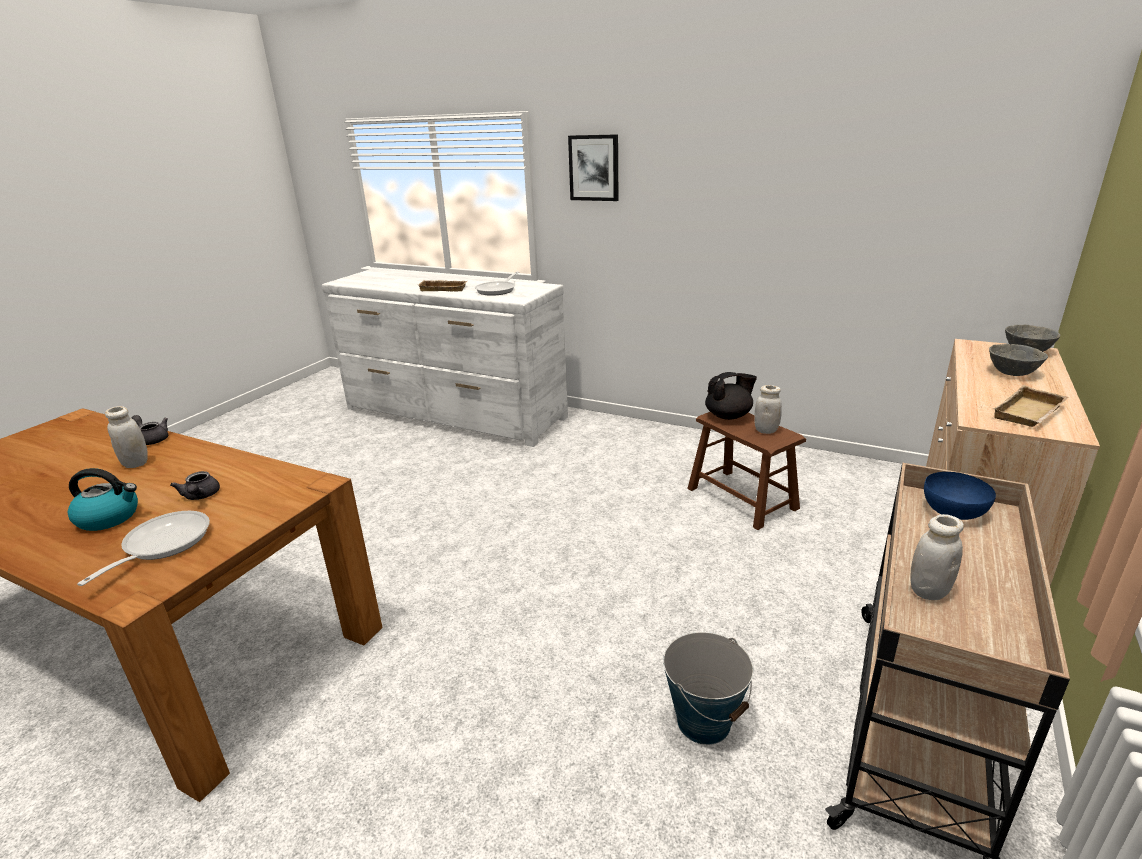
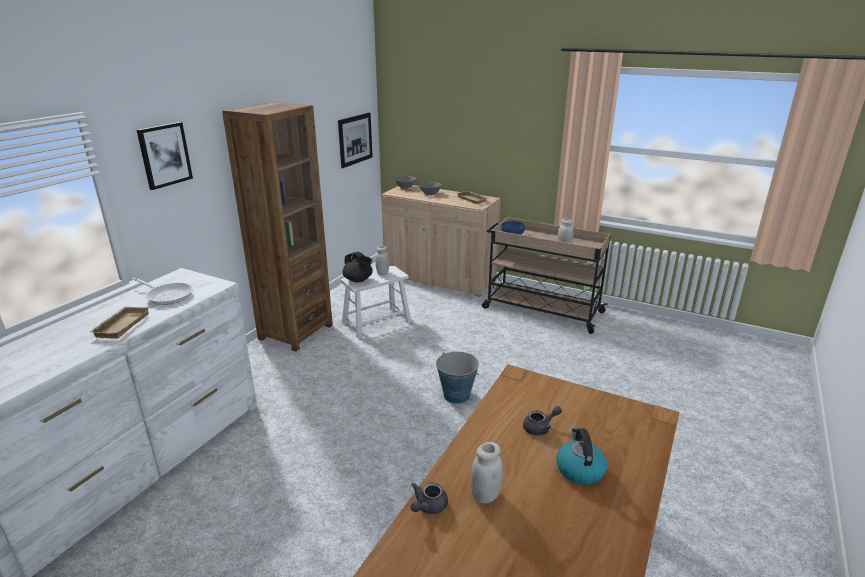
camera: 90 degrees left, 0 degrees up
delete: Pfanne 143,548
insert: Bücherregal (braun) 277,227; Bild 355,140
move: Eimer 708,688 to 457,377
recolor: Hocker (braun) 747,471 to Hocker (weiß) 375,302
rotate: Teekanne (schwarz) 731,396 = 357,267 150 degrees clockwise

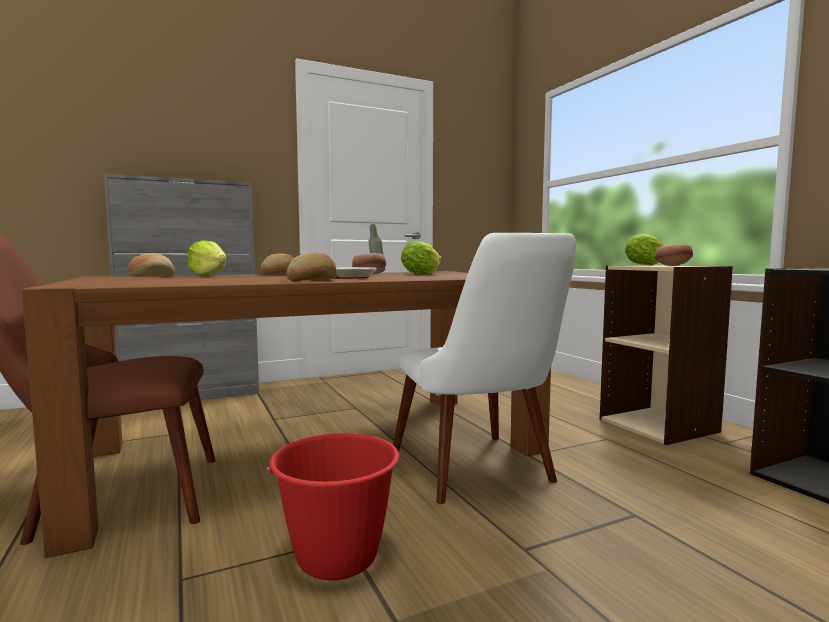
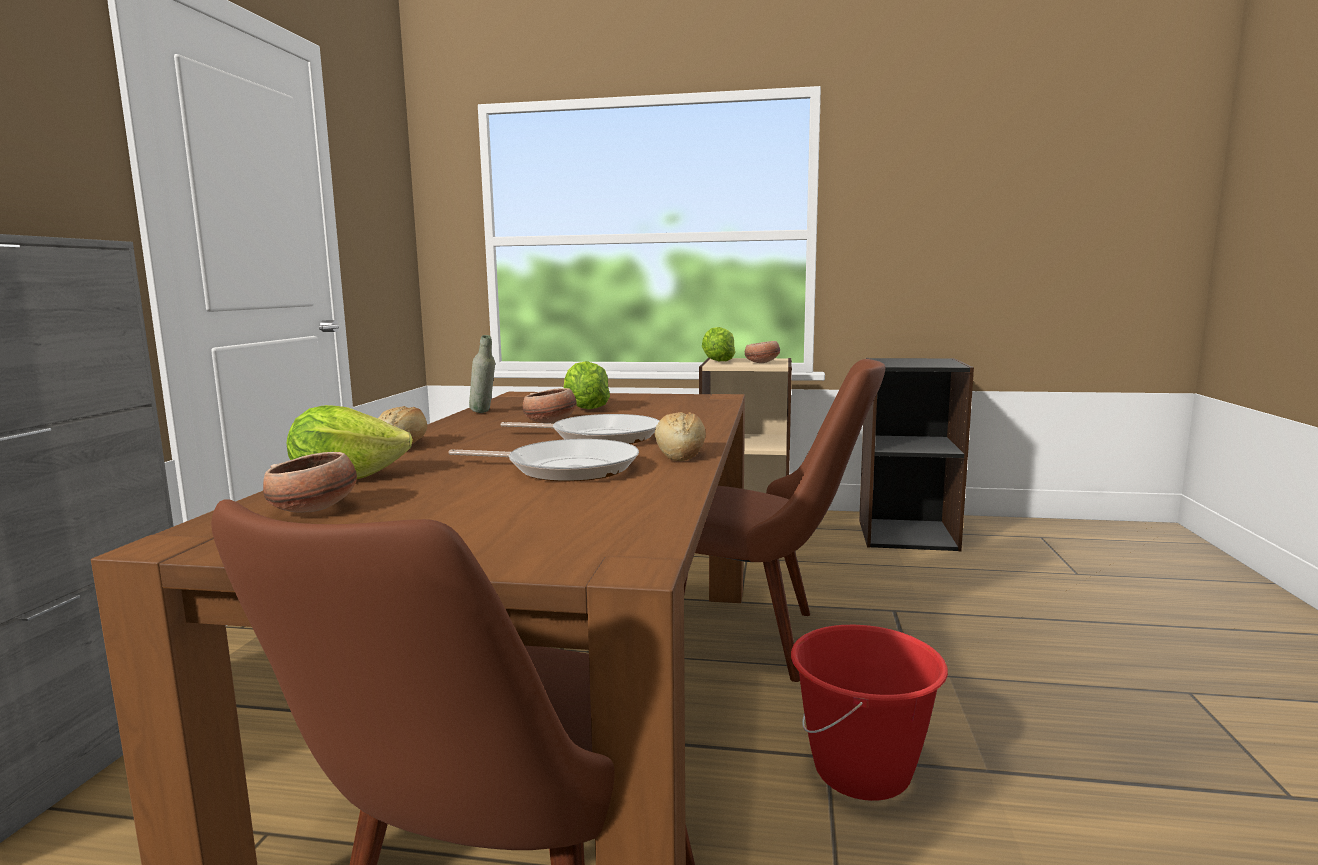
camera: 55 degrees left, 5 degrees up
insert: Pfanne 543,460
replace: Brot 151,265 to Schüssel 310,482
recolor: Stuhl (weiß) 484,368 to Stuhl (braun) 784,520

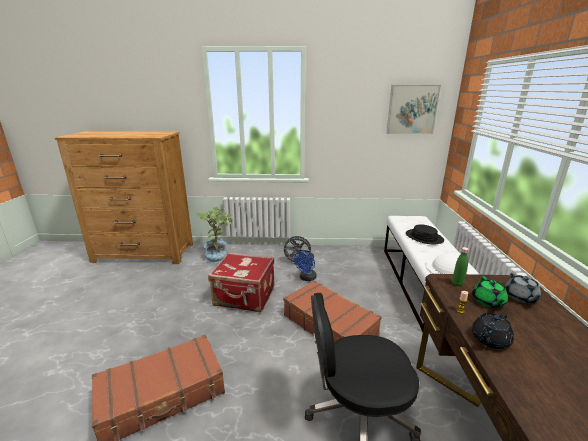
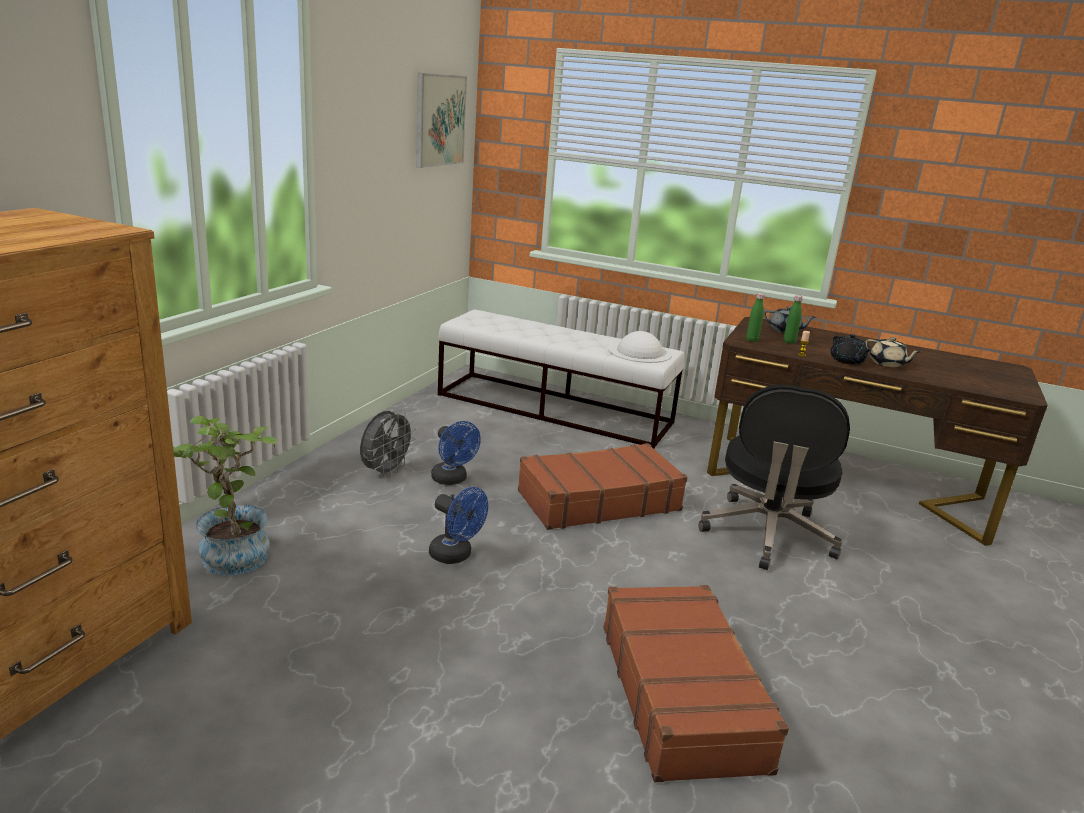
camera: 70 degrees left, 0 degrees up
delete: Hut (schwarz) 425,234
insert: Teekanne (beige) 893,352
replace: Koffer (rot) 241,282 to Ventilator (blau) 458,525; Teekanne (grün) 490,292 to Flasche (grün) 793,319

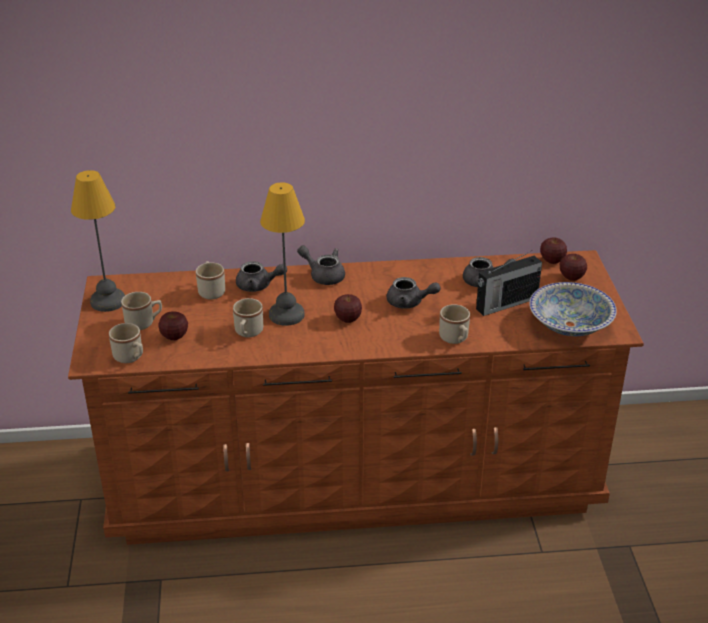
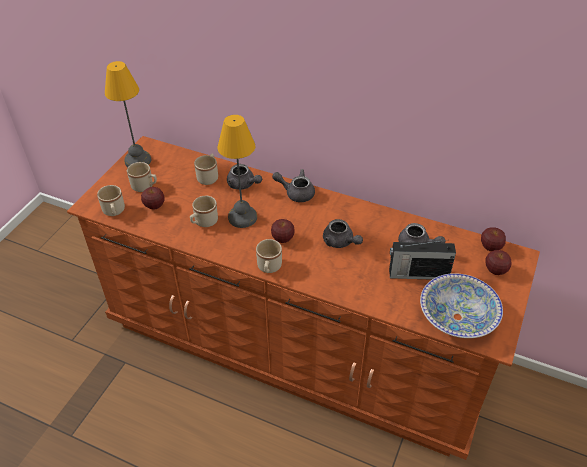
camera: 30 degrees right, 10 degrees up
move: Henkelbecher (beige) 454,324 to 269,256
rotate: Teekanne (grau) 321,265 = 293,185 45 degrees counterclockwise

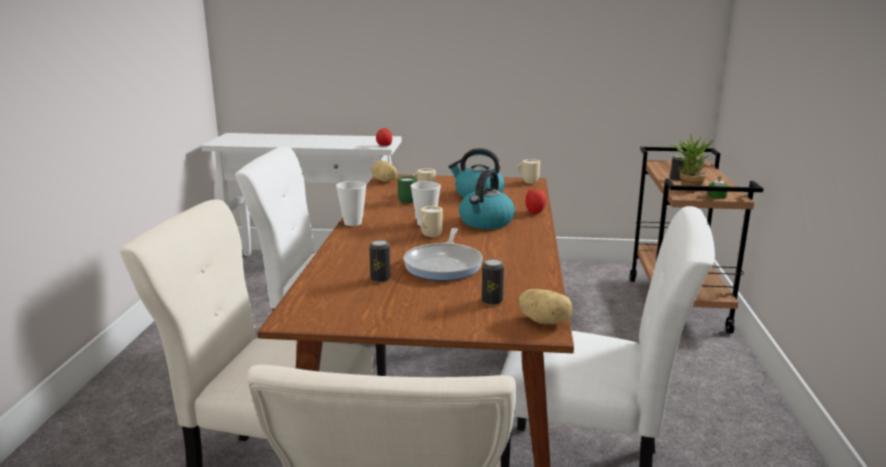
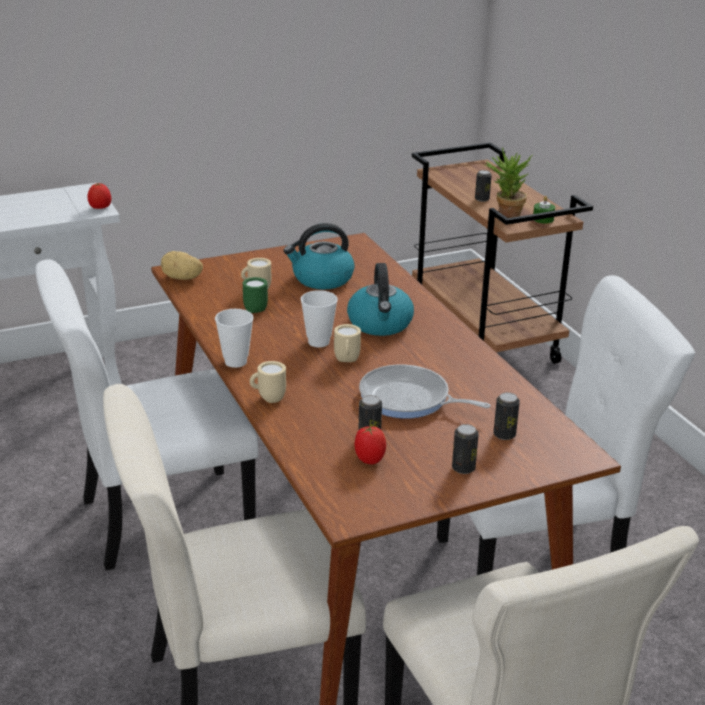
camera: 30 degrees left, 10 degrees up
delete: Kartoffel 546,306
insert: Dose 465,449
move: Henkelbecher (beige) 528,171 to 268,382; Tomate 536,201 to 370,445
rotate: Pfanne 443,254 = 424,392 135 degrees clockwise

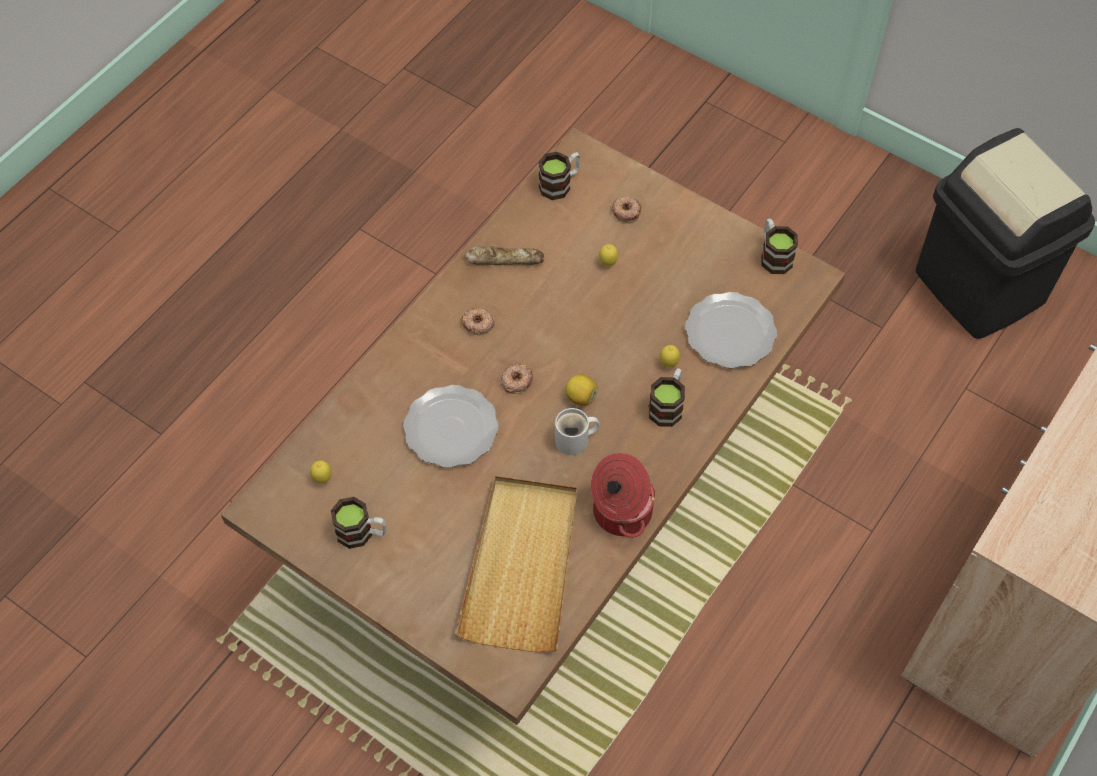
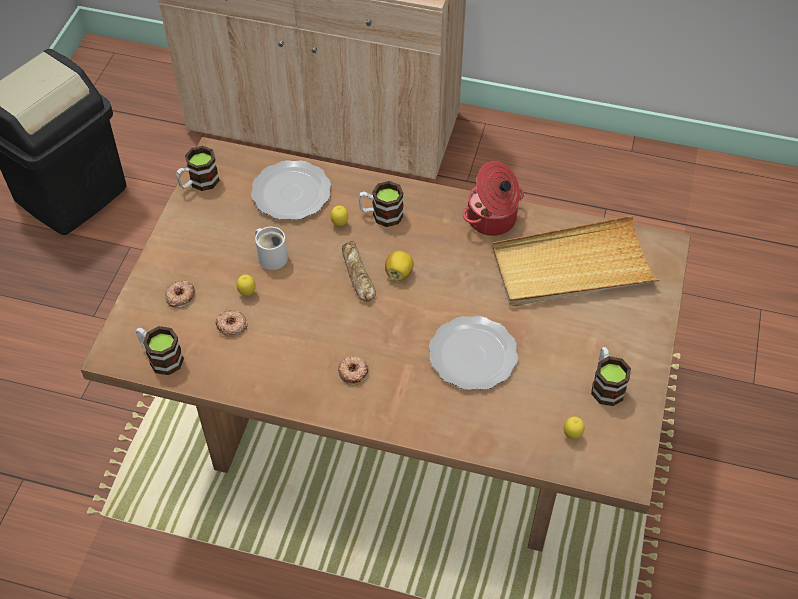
camera: 110 degrees left, 5 degrees down
move: Donut 517,379 to 231,323; Henkelbecher (weiß) 577,431 to 271,248; Brot 504,255 to 359,271

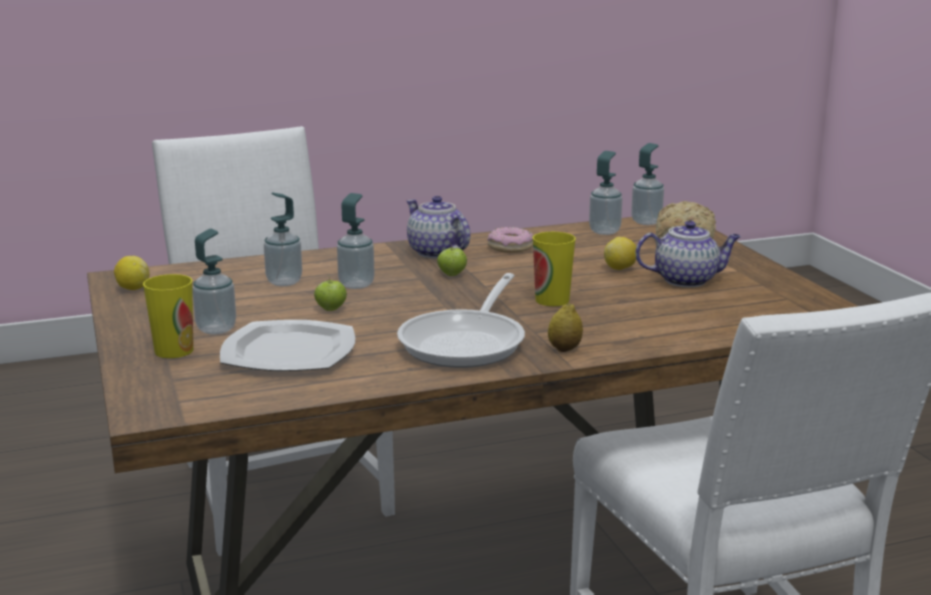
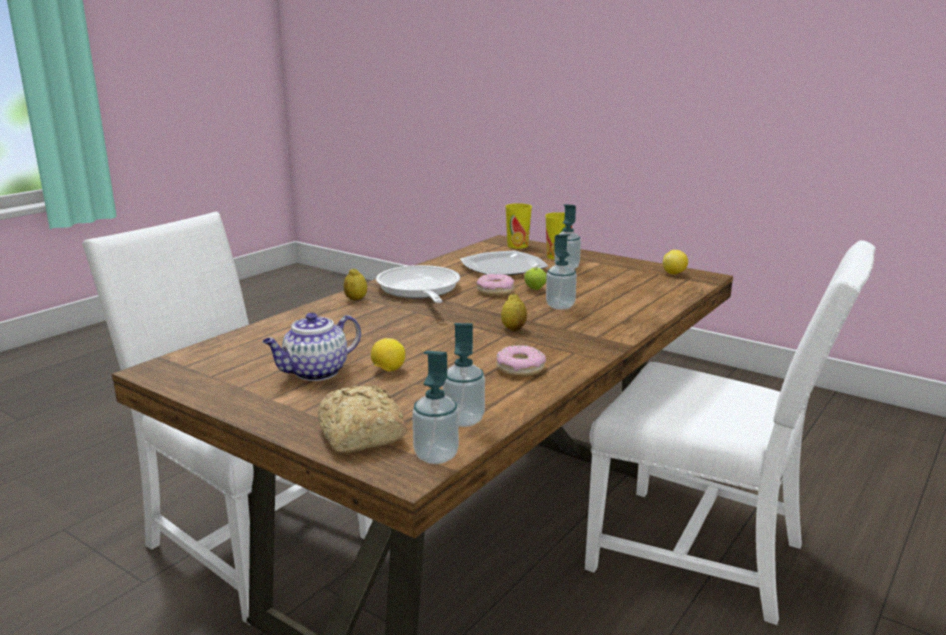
camera: 145 degrees right, 0 degrees up
delete: Seifenspender 283,239; Teekanne 438,227
insert: Donut 495,285
move: Tasse 554,269 to 518,226
replace: Apfel 452,259 to Zitrone 514,312

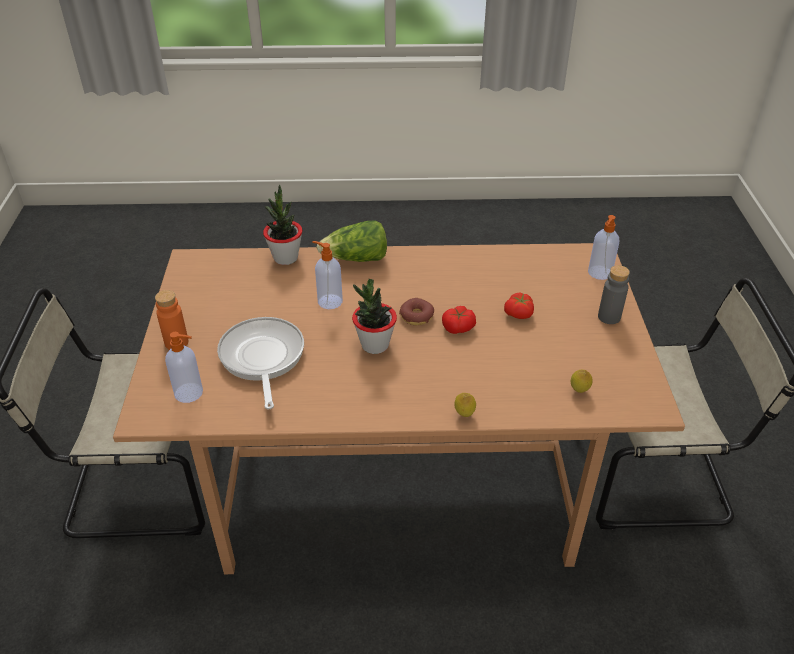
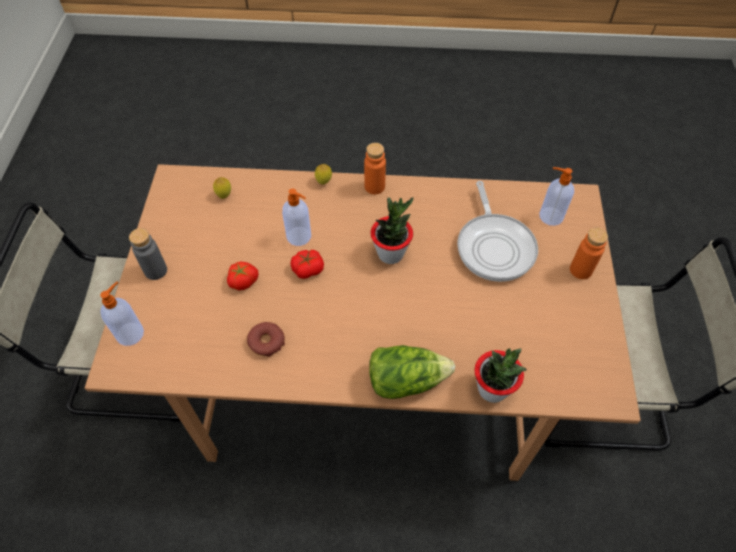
camera: 175 degrees left, 15 degrees up
insert: Flasche (orange) 375,168
move: Donut 416,311 to 266,339; Seifenspender 327,275 to 296,217

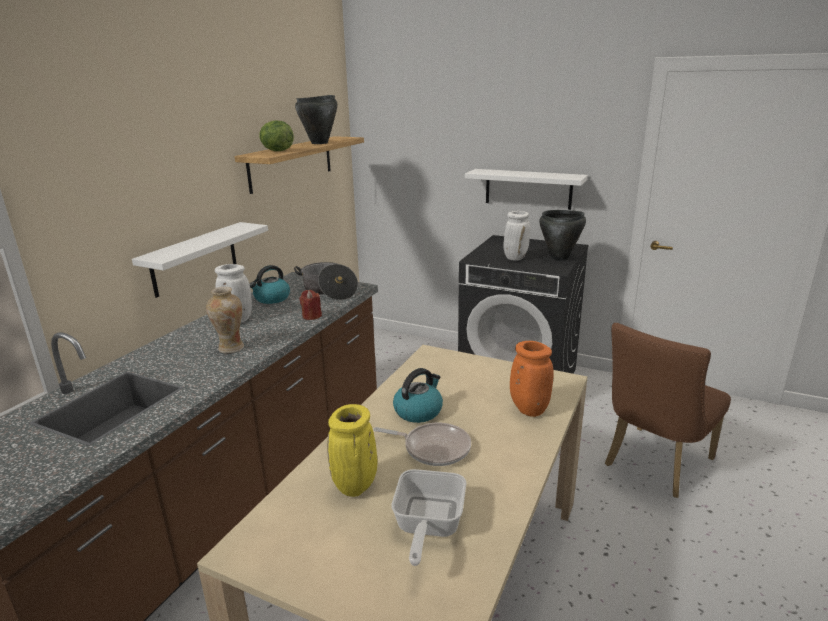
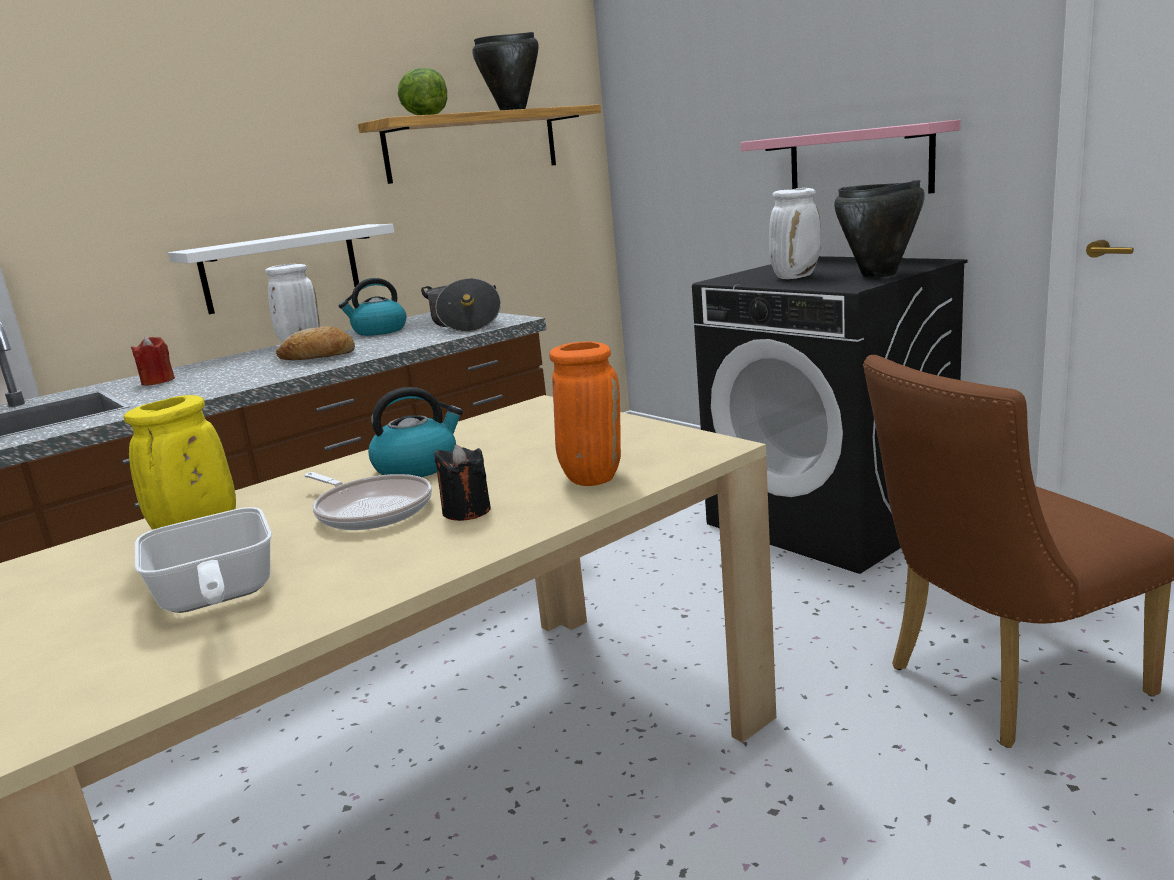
camera: 25 degrees right, 5 degrees down
delete: Vase 225,320
insert: Brot 315,343; Kerze (schwarz) 463,483
move: Kerze (rot) 310,305 to 153,361
recolor: Wandregal (weiß) 526,189 to Wandregal (rosa) 850,156
rotate: Pfanne 428,517 = 203,560 60 degrees counterclockwise

